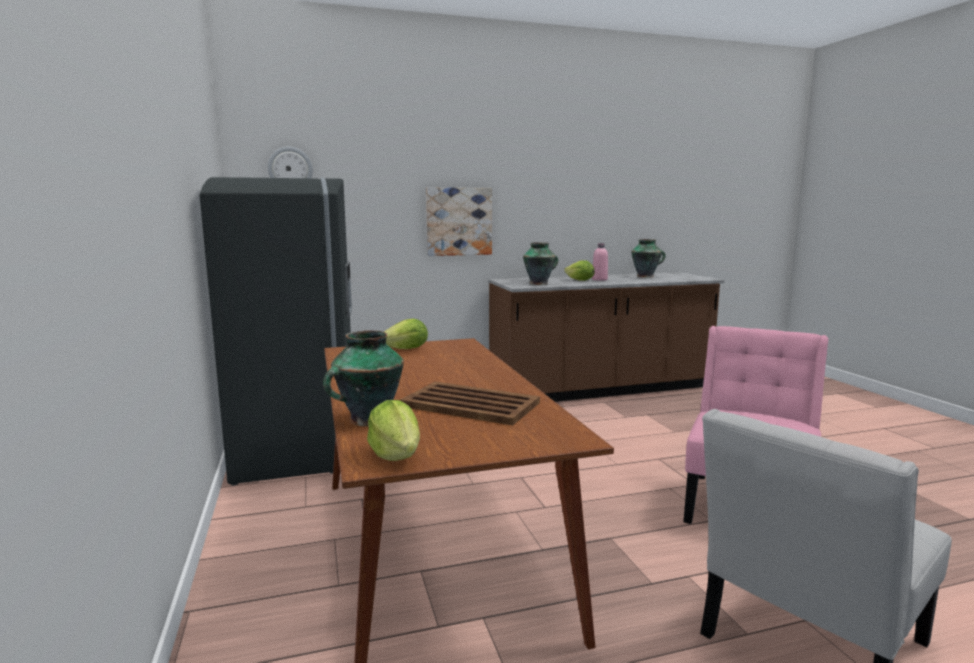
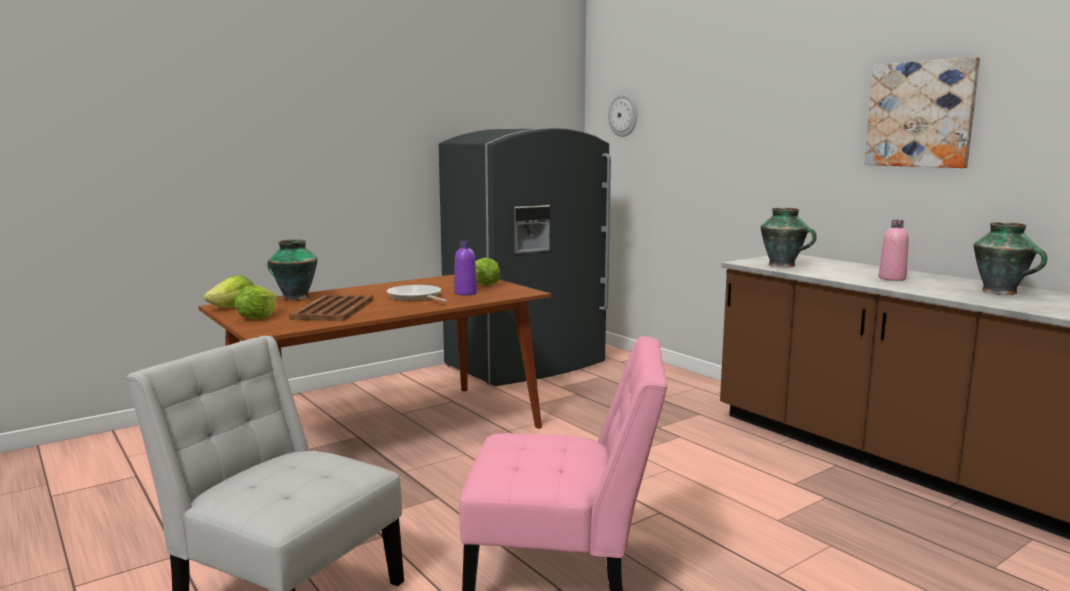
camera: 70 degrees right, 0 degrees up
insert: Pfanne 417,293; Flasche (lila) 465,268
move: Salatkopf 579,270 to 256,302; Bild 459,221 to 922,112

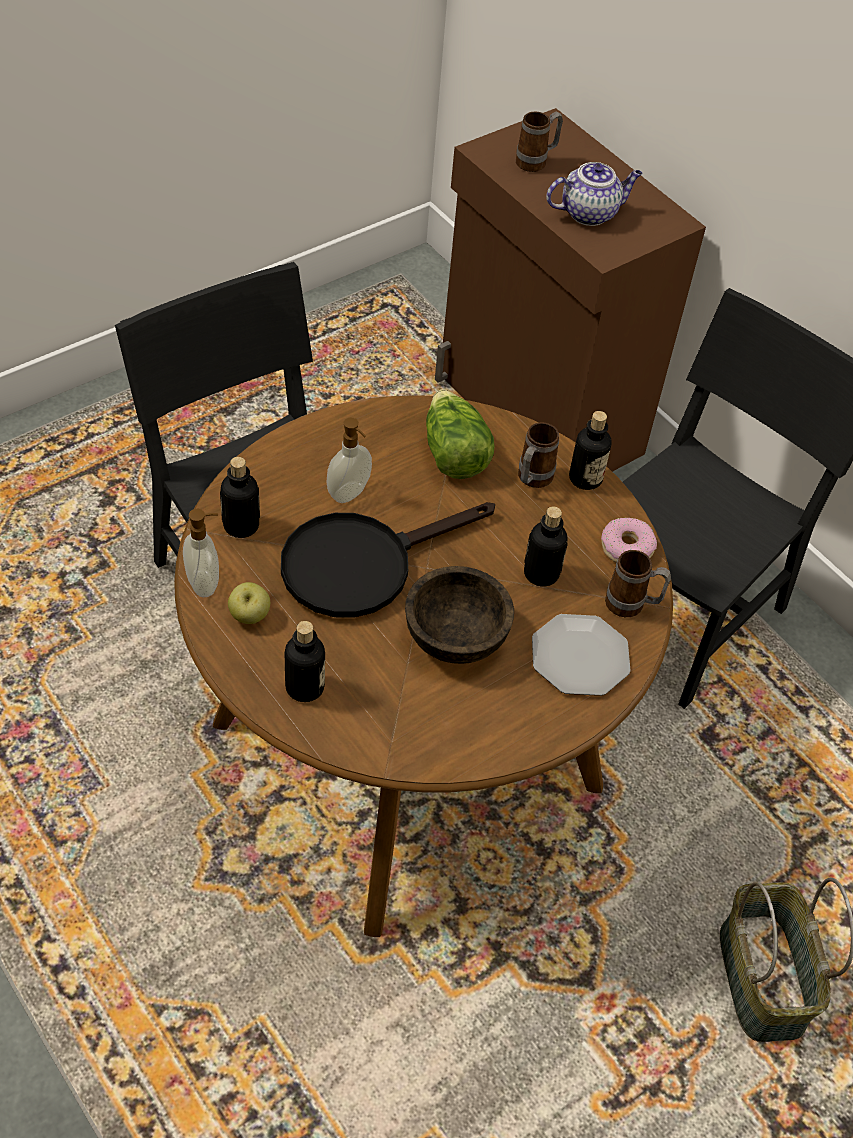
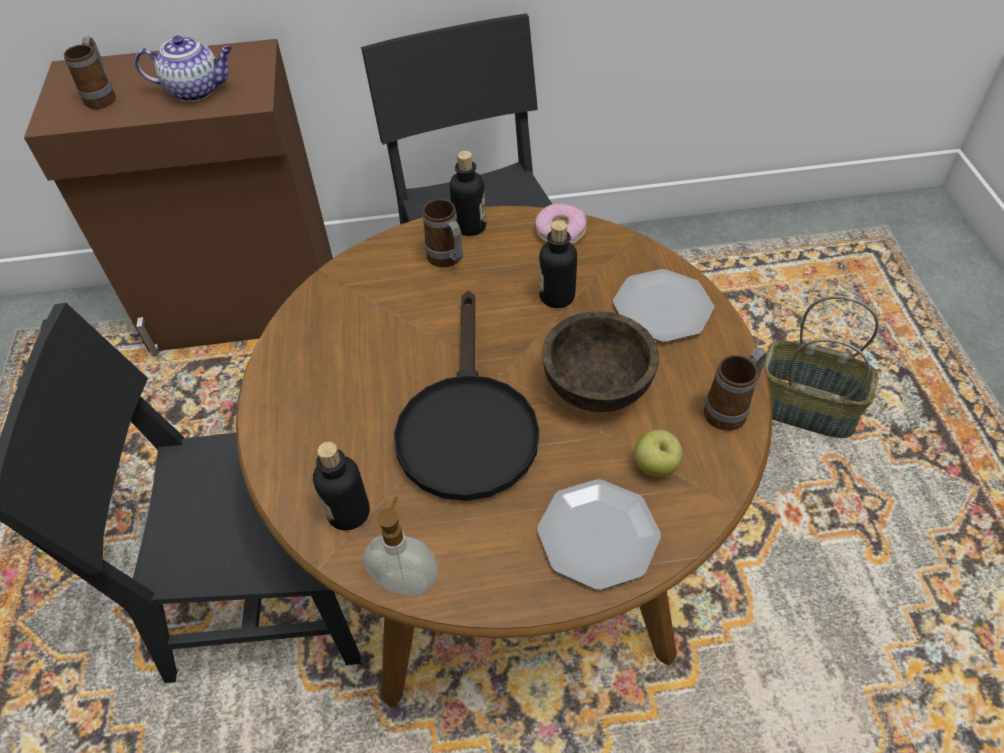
camera: 55 degrees left, 0 degrees up
delete: Seifenspender 349,460; Salatkopf 460,434
move: Apfel 249,603 to 658,453; Henkelbecher 638,583 to 735,389
replace: Flasche 305,661 to Teller 599,534
rotate: Teekanne 594,194 = 183,69 75 degrees clockwise

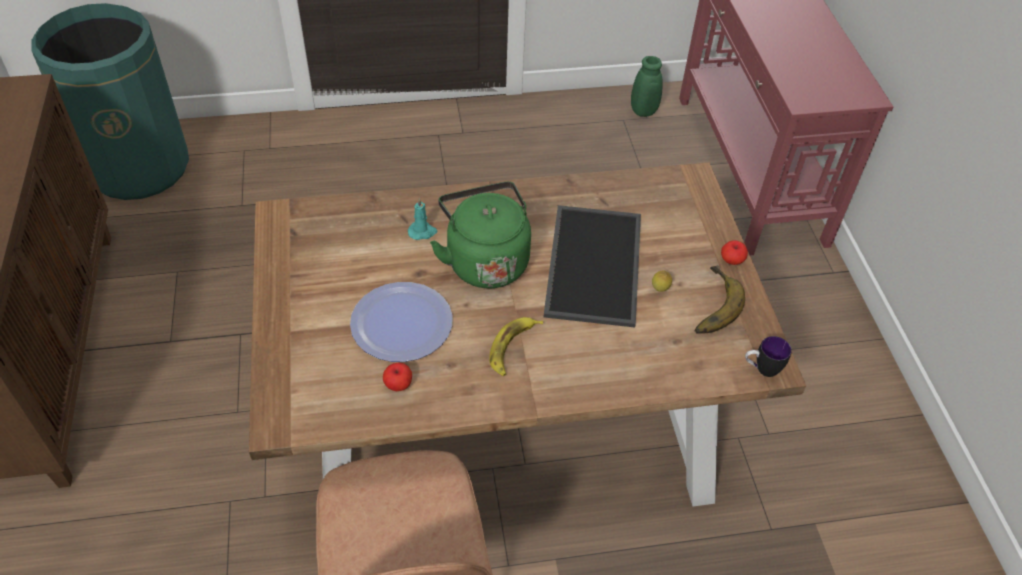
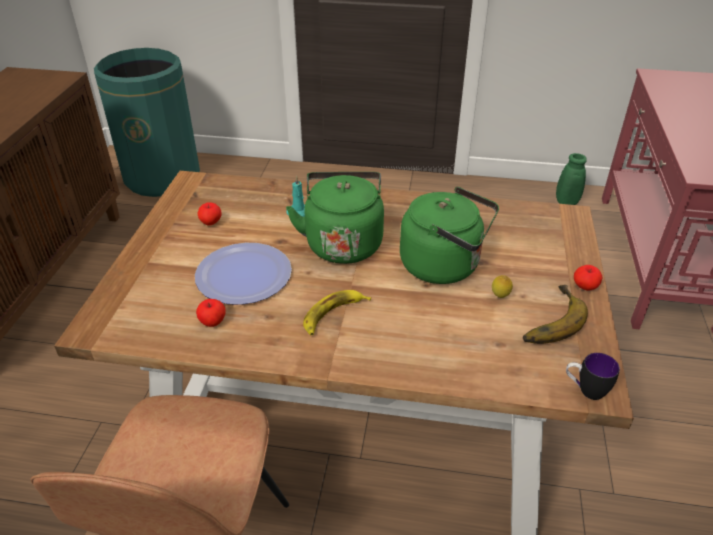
camera: 20 degrees right, 10 degrees down
insert: Apfel 210,214
replace: Tablett 592,266 to Wasserkessel (grün) 449,235

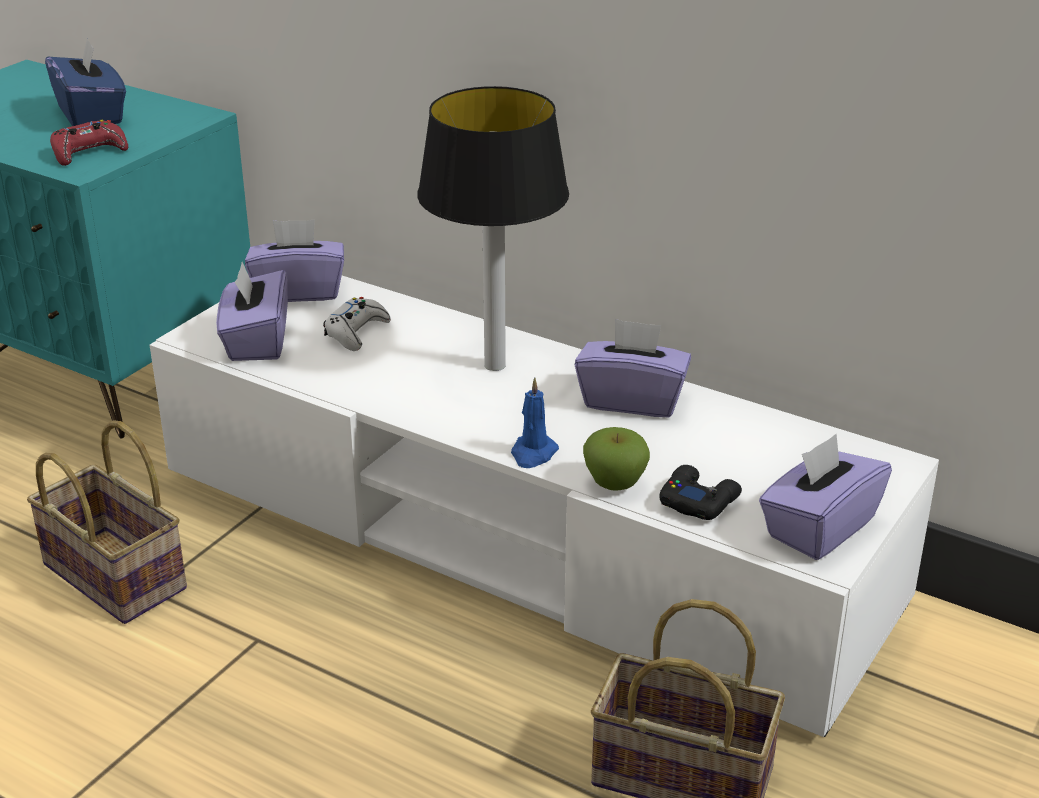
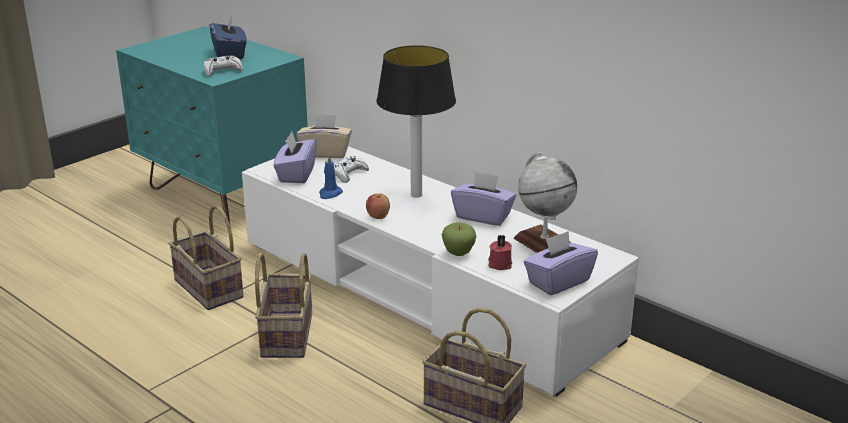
camera: 10 degrees right, 5 degrees down
insert: Korb 283,305; Apfel 378,206; Globus 545,202
move: Kerze (blau) 535,422 to 331,177
replace: Gamepad (schwarz) 700,492 to Kerze (rot) 500,252
recolor: Gamepad (rot) 89,142 to Gamepad (weiß) 223,66; Taschentuchbox (lila) 294,260 to Taschentuchbox (beige) 324,136

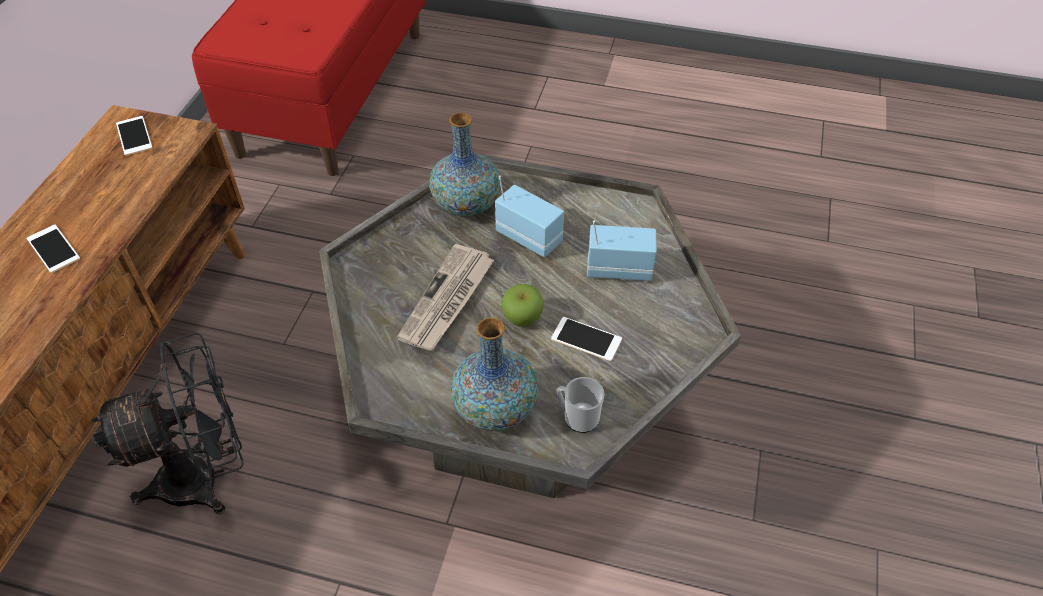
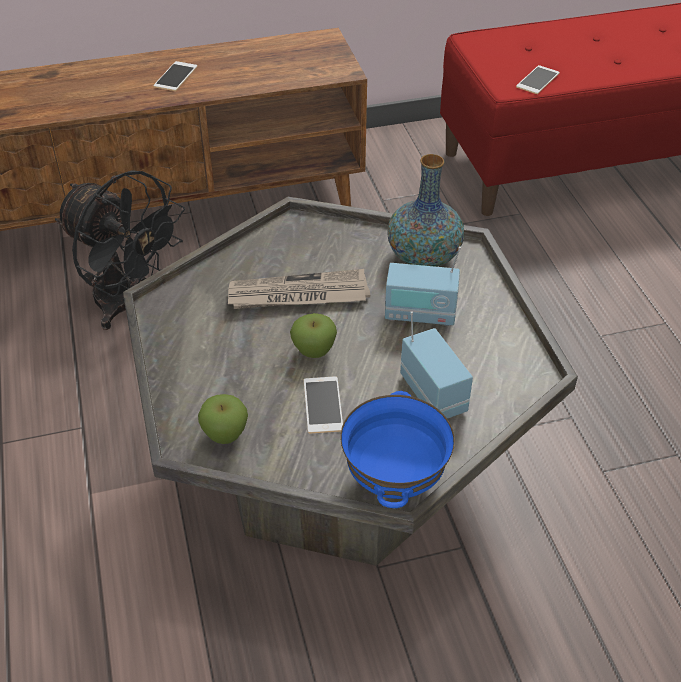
camera: 60 degrees right, 5 degrees down
delete: Vase 495,374
insert: Schüssel (blau) 397,449
move: Handy 134,136 to 538,79
replace: Henkelbecher 580,405 to Apfel 223,419
rotate: Radio 529,216 = 423,286 90 degrees clockwise

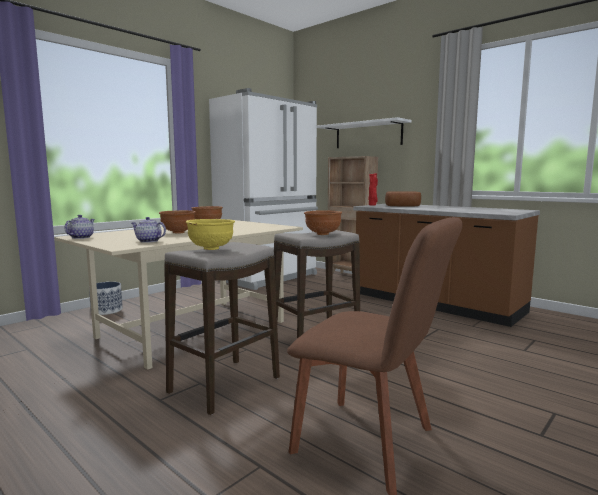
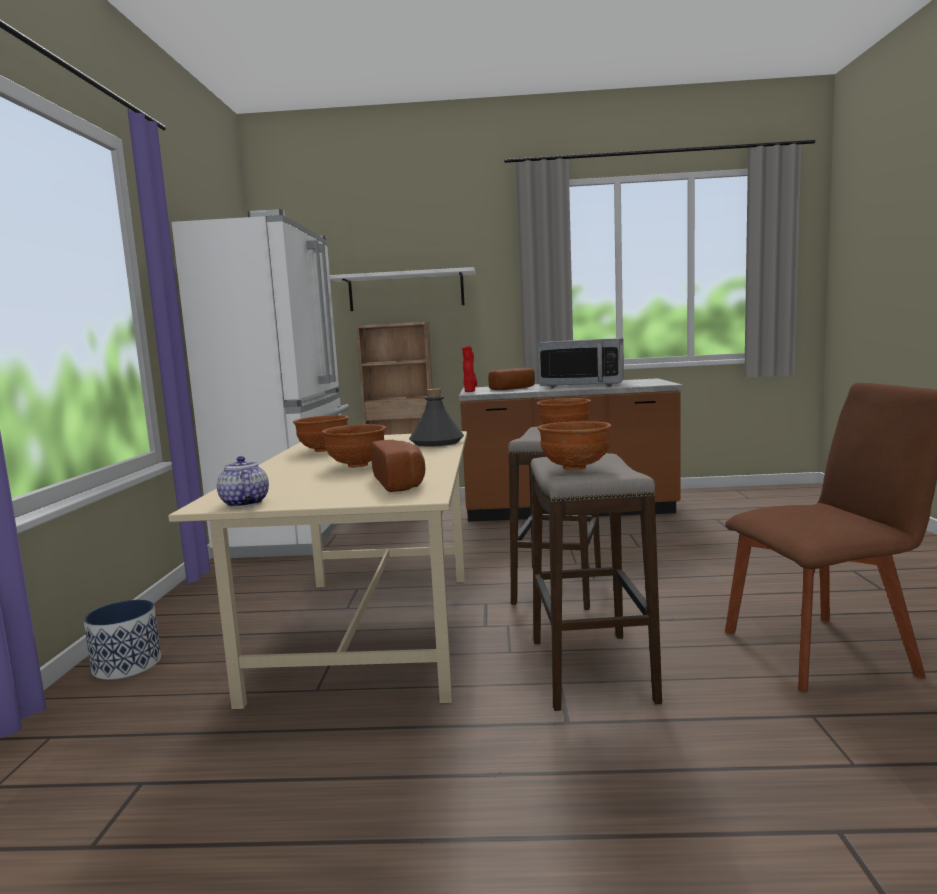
camera: 40 degrees left, 0 degrees up
insert: Flasche (grau) 436,418; Mikrowelle 581,363
replace: Teekanne 148,230 to Brot 398,466
recolor: Schüssel (gelb) 210,234 to Schüssel (braun) 574,445

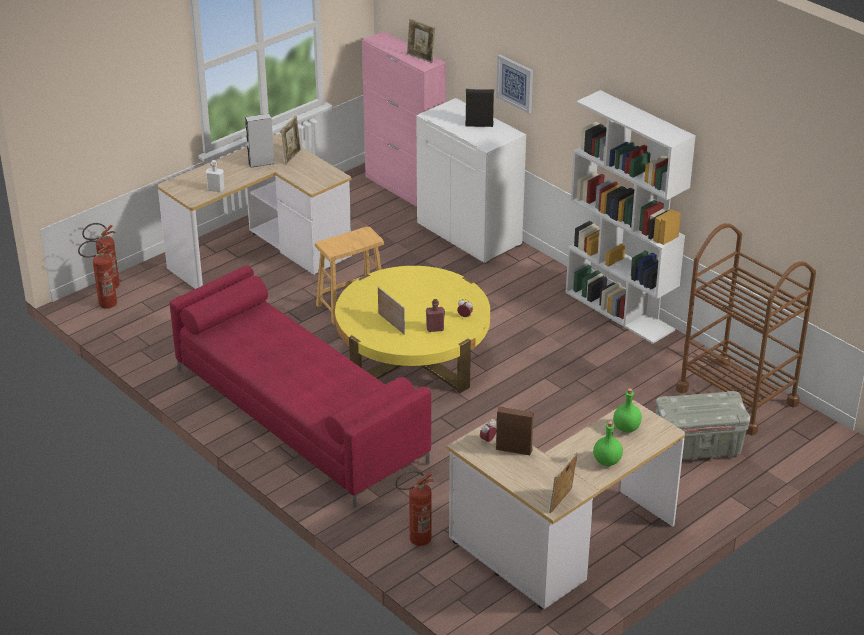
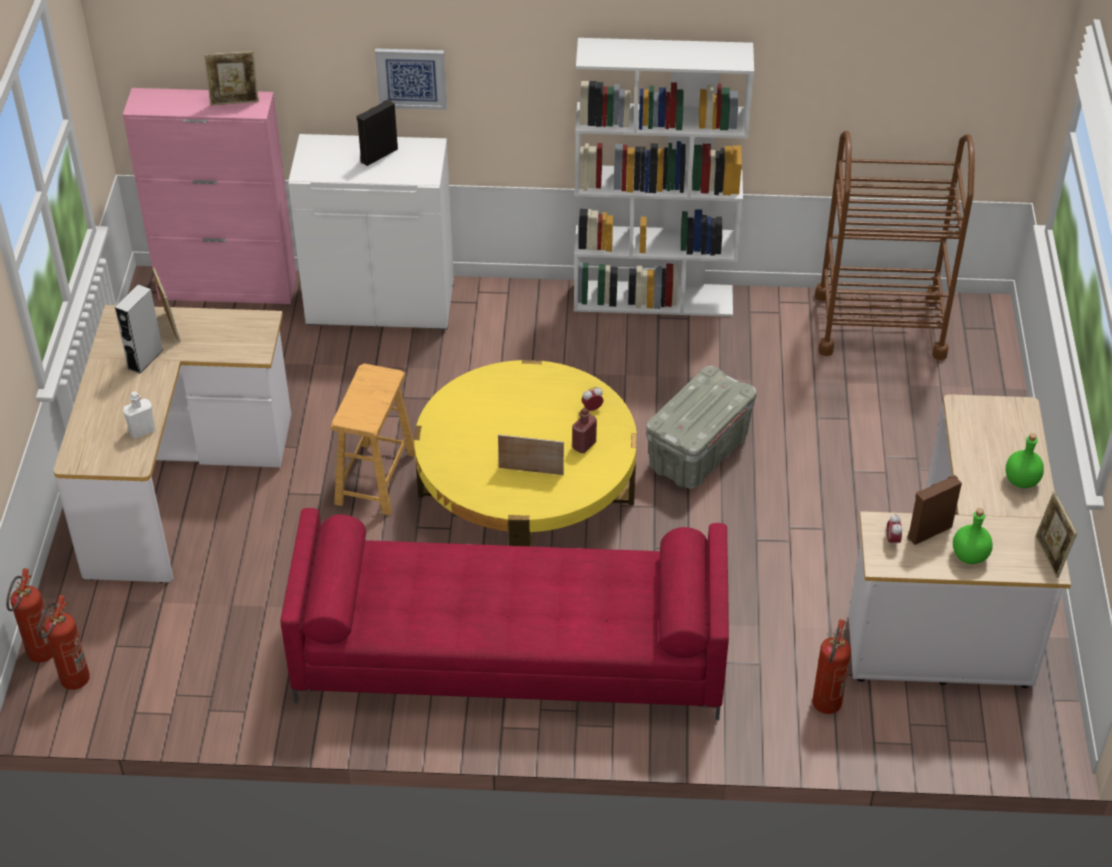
camera: 45 degrees left, 10 degrees up
move: Aufbewahrungsbox (grau) 703,425 to 701,427; Flasche (grün) 627,410 to 973,536

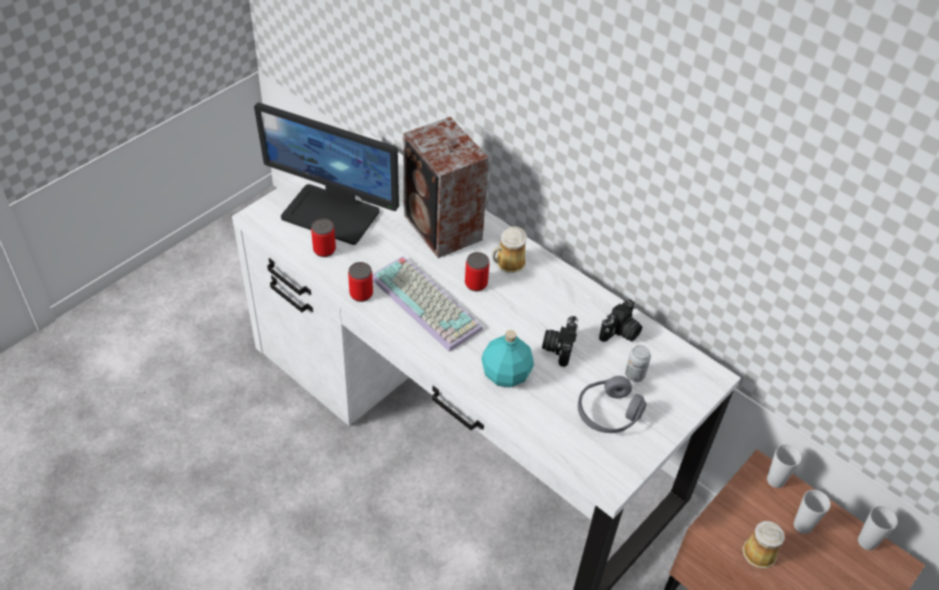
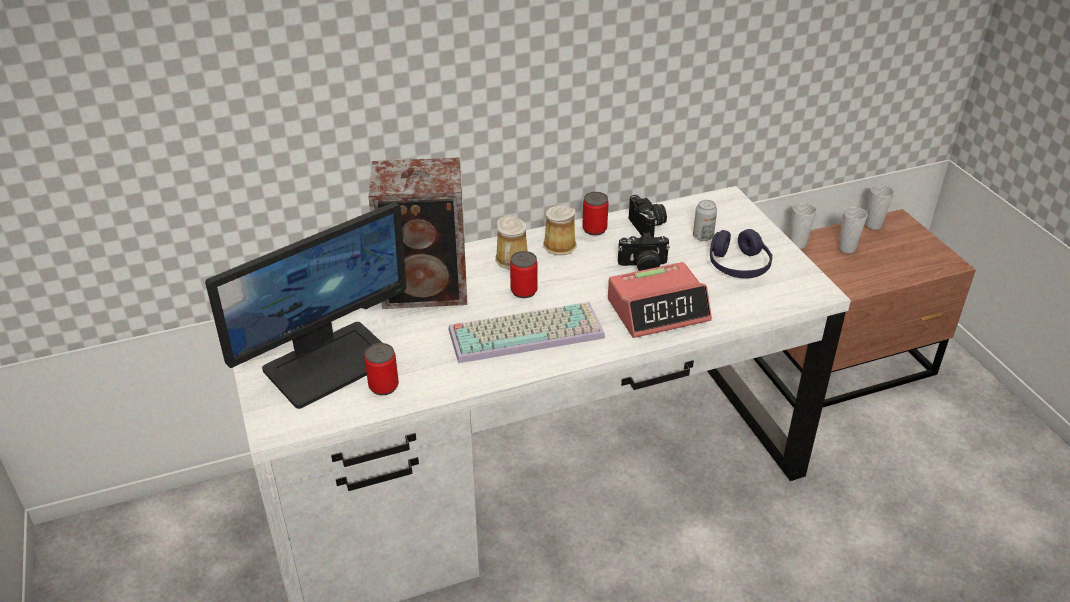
camera: 60 degrees left, 10 degrees down
move: Henkelbecher 764,544 to 560,230; Dose 360,282 to 595,213
replace: Flasche (türkis) 507,358 to Wecker 660,300
recolor: Kopfhörer (grau) 612,404 to Kopfhörer (lila) 741,254
rotate: Kamera 560,341 = 644,251 45 degrees counterclockwise

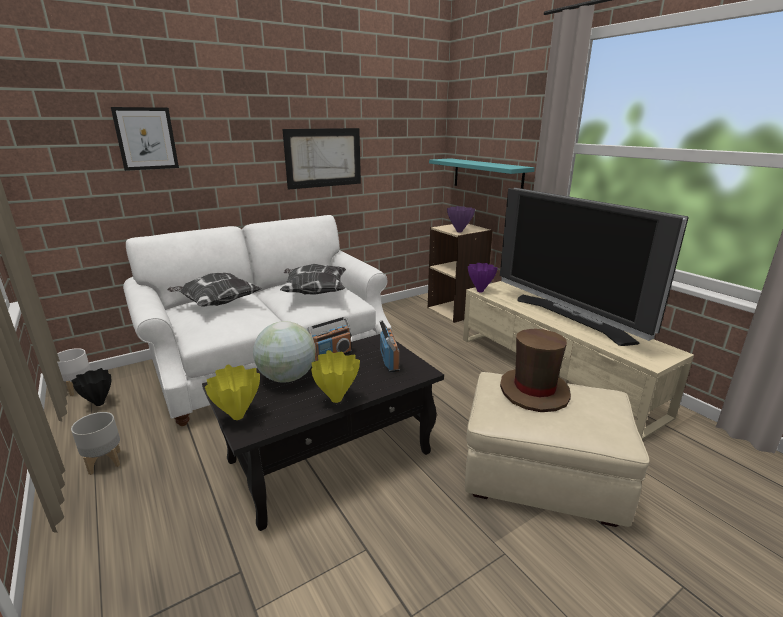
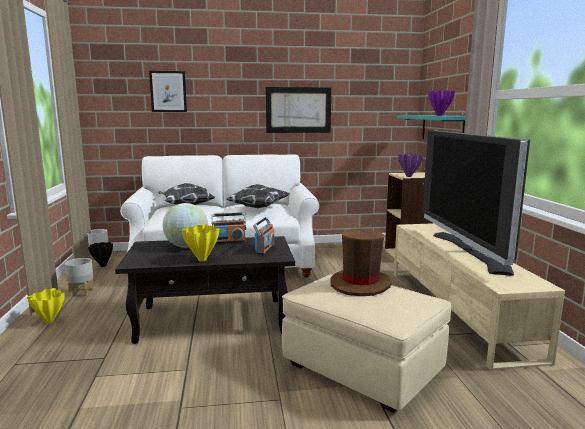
camera: 25 degrees right, 10 degrees down
move: Vase (gelb) 232,392 to 46,306; Vase (lila) 483,277 to 441,103

